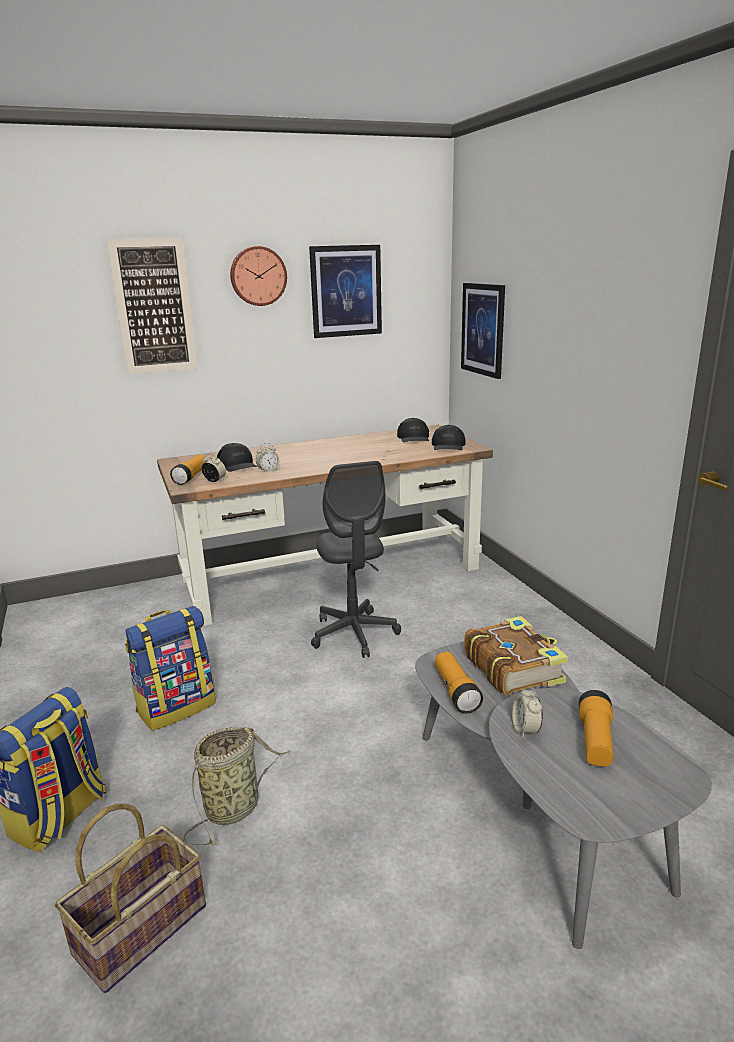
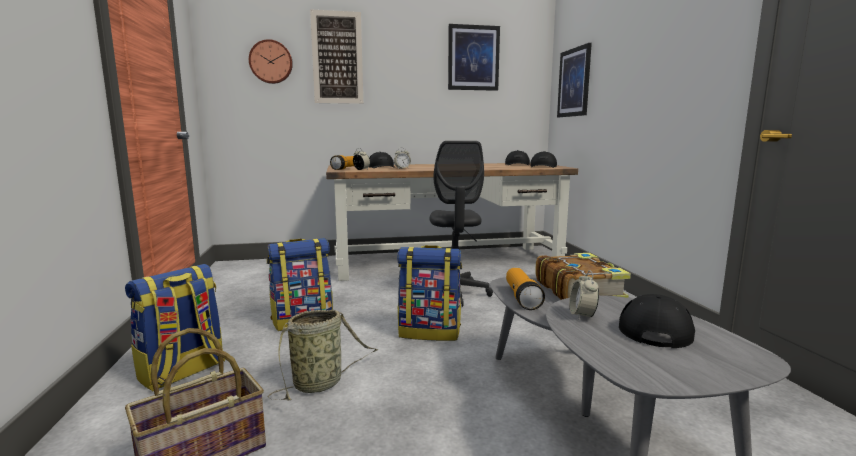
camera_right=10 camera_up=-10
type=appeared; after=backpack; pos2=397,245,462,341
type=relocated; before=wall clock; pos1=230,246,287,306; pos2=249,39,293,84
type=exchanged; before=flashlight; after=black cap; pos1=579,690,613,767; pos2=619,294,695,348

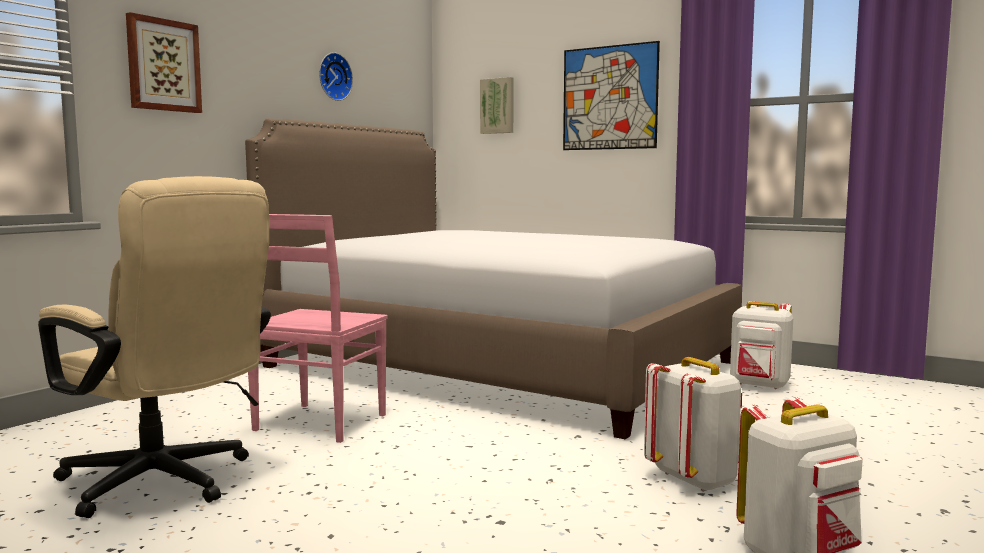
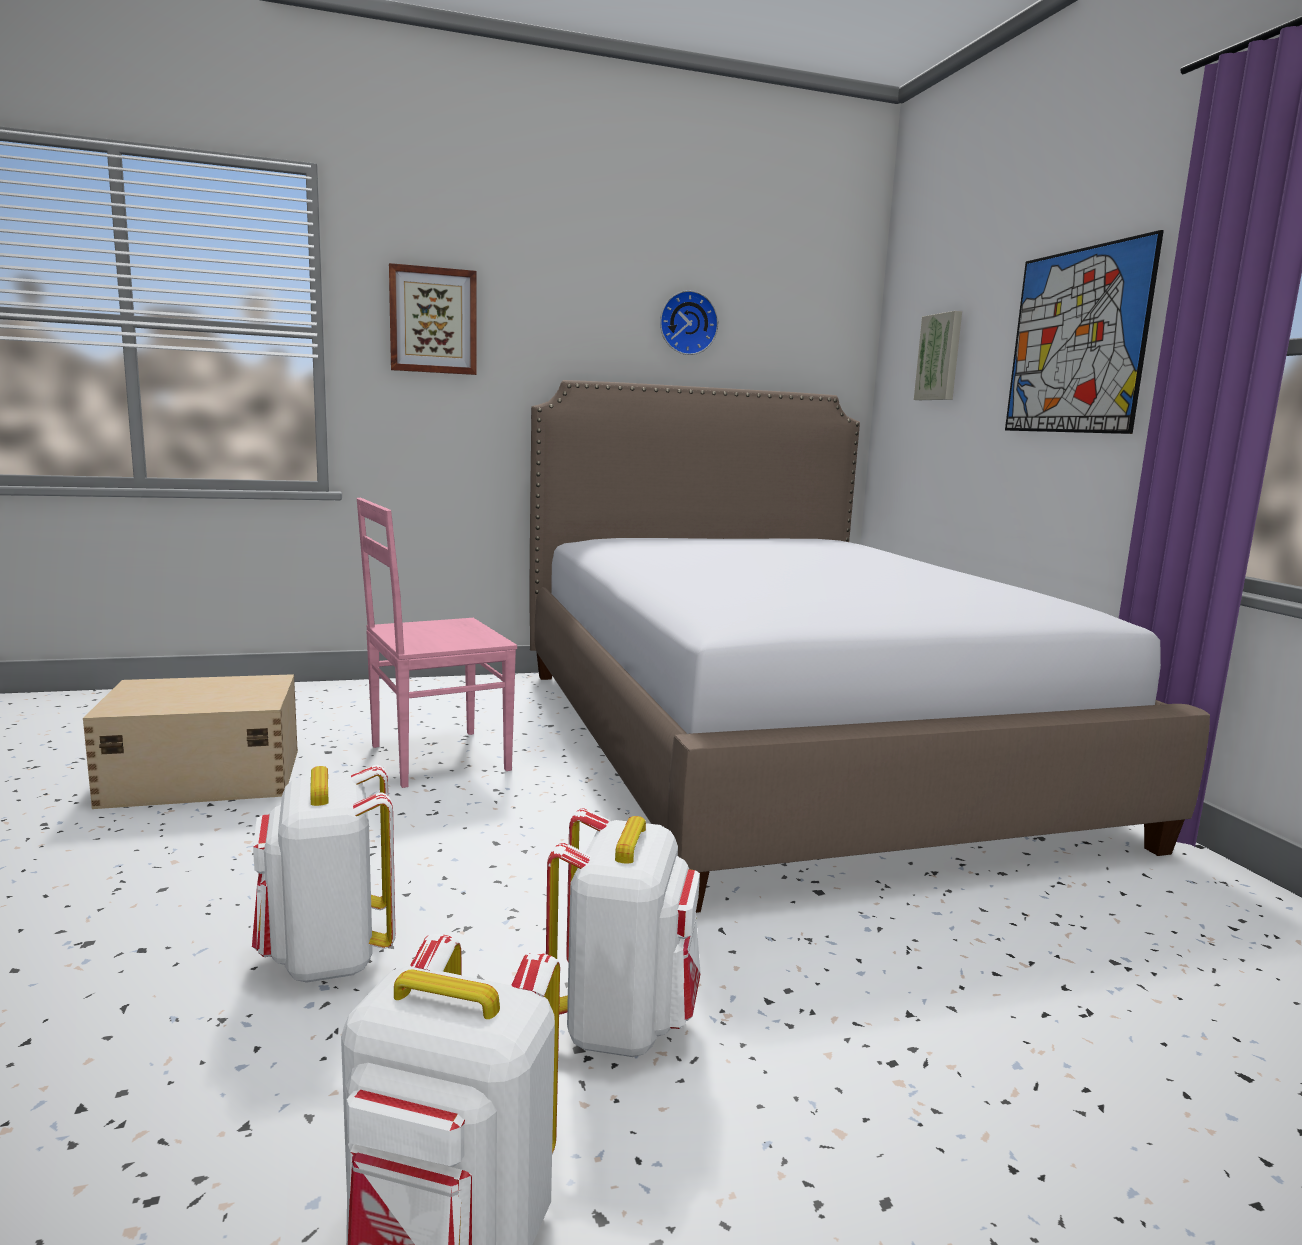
camera_right=40 camera_up=5
type=relocated; before=white backpack; pos1=730,301,793,389; pos2=252,765,395,983
type=exchanged; before=beige office chair; after=beige storage box; pos1=38,176,271,518; pos2=83,674,298,809

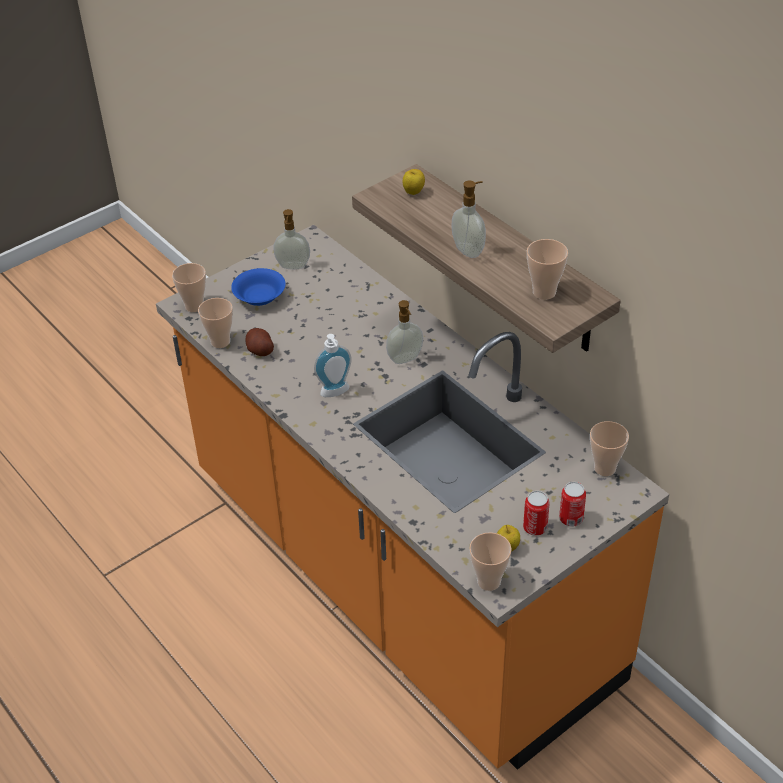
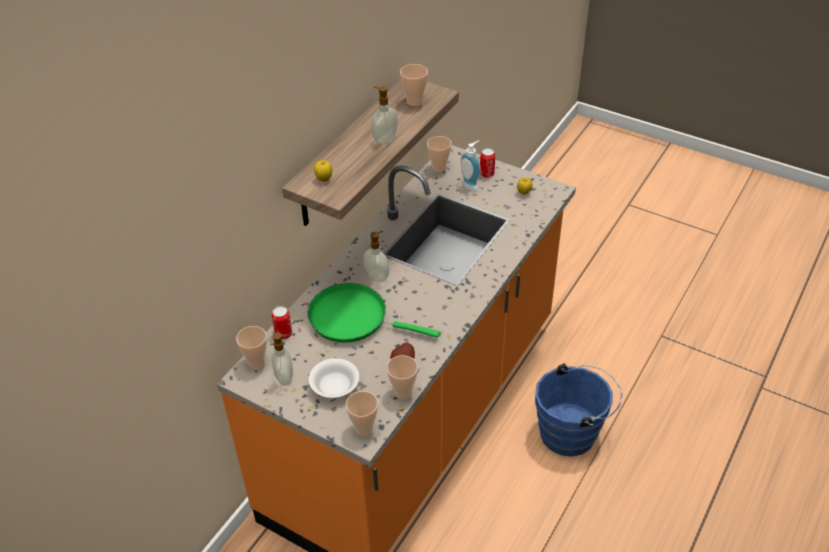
camera_right=-110 camera_up=0
type=appeared; after=green frying pan; pos2=308,283,440,343
type=appeared; after=blue bucket; pos2=535,363,622,457
type=relocated; before=soap dispenser; pos1=314,334,352,397; pos2=460,140,481,192
type=relocated; before=cup; pos1=469,532,512,591; pos2=236,326,267,369
type=relocated; before=can; pos1=523,491,549,536; pos2=271,306,292,339
type=colour; before=blue bowl; after=white bowl; pos1=231,268,286,306; pos2=309,358,359,398

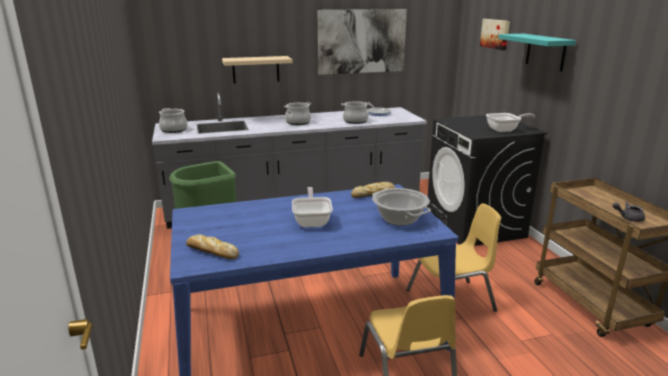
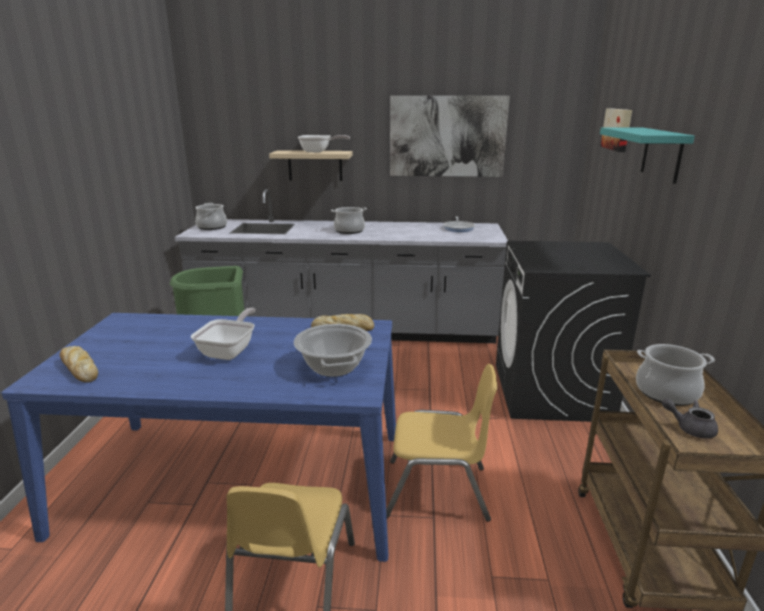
camera_right=20 camera_up=0
type=relocated; before=cooking pot; pos1=341,101,371,124; pos2=636,344,715,406
type=relocated; before=frying pan; pos1=486,113,535,132; pos2=298,135,350,152

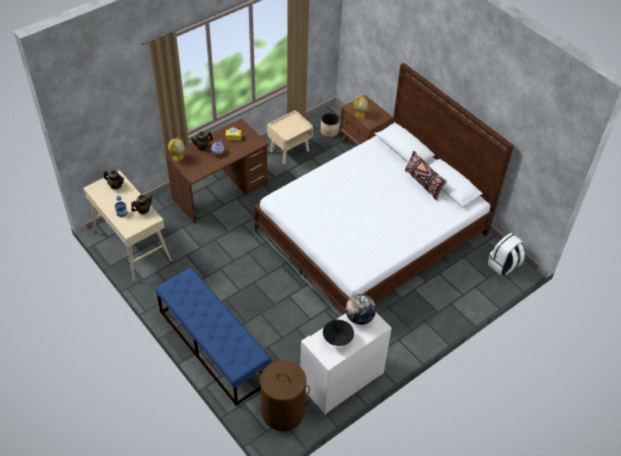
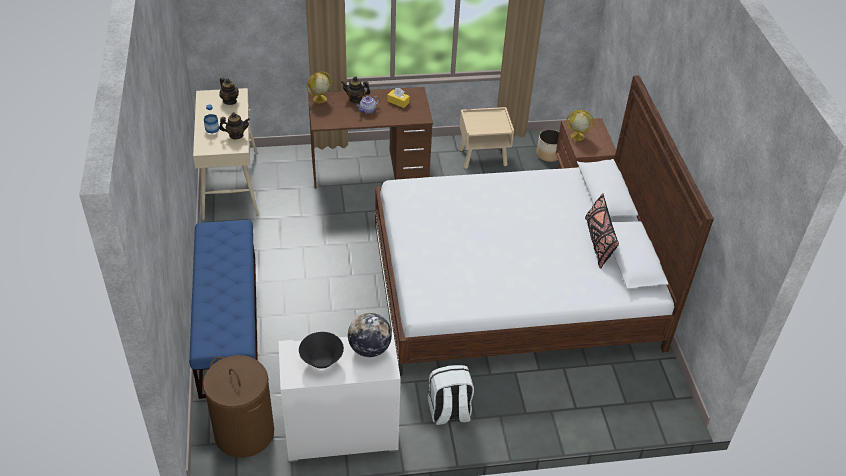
camera_right=30 camera_up=-5
type=relocated; before=white backpack; pos1=488,233,525,276; pos2=428,365,474,425

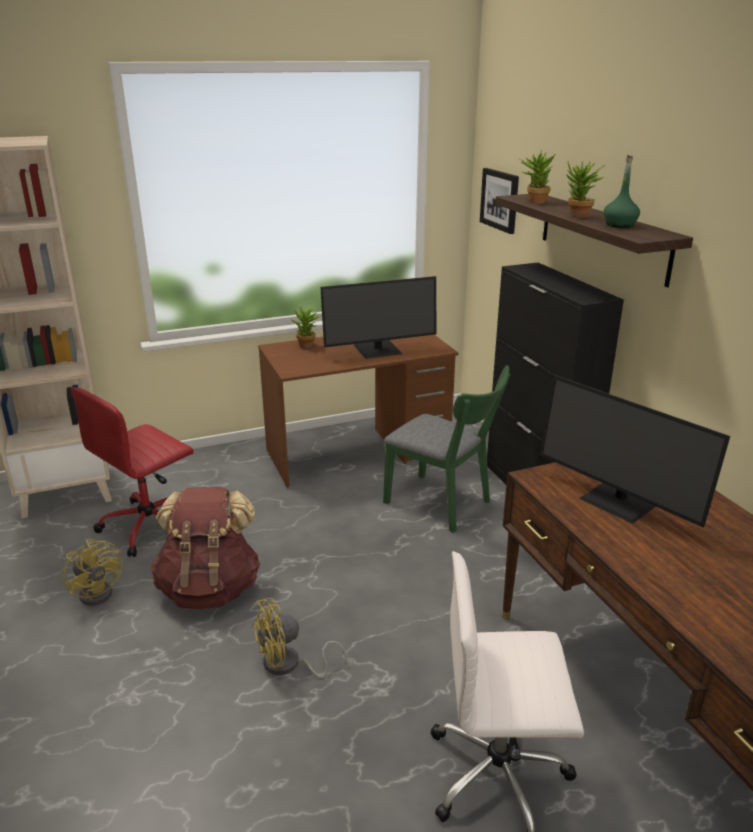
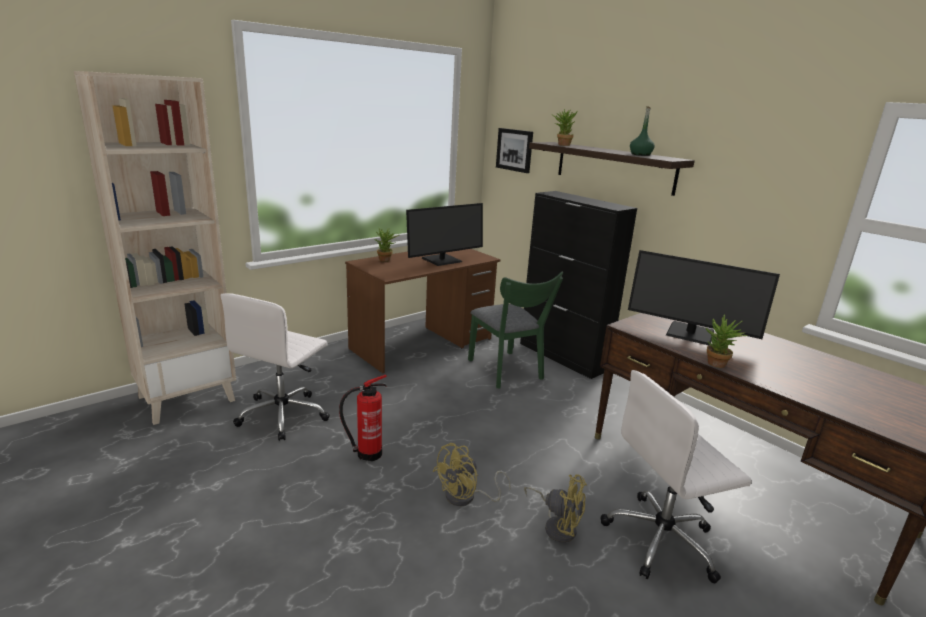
camera_right=-20 camera_up=-5
type=relocated; before=yellow fan; pos1=63,539,123,606; pos2=524,474,587,543
type=relocated; before=potted plant; pos1=566,161,605,218; pos2=706,314,748,368
type=exchanged; before=brown backpack; after=fire extinguisher; pos1=150,487,261,609; pos2=339,375,387,461
type=colour; before=red office chair; after=white office chair; pos1=70,387,194,557; pos2=221,293,330,441
type=spun; before=green chair; pos1=383,365,510,533; pos2=468,271,563,388; turn=45

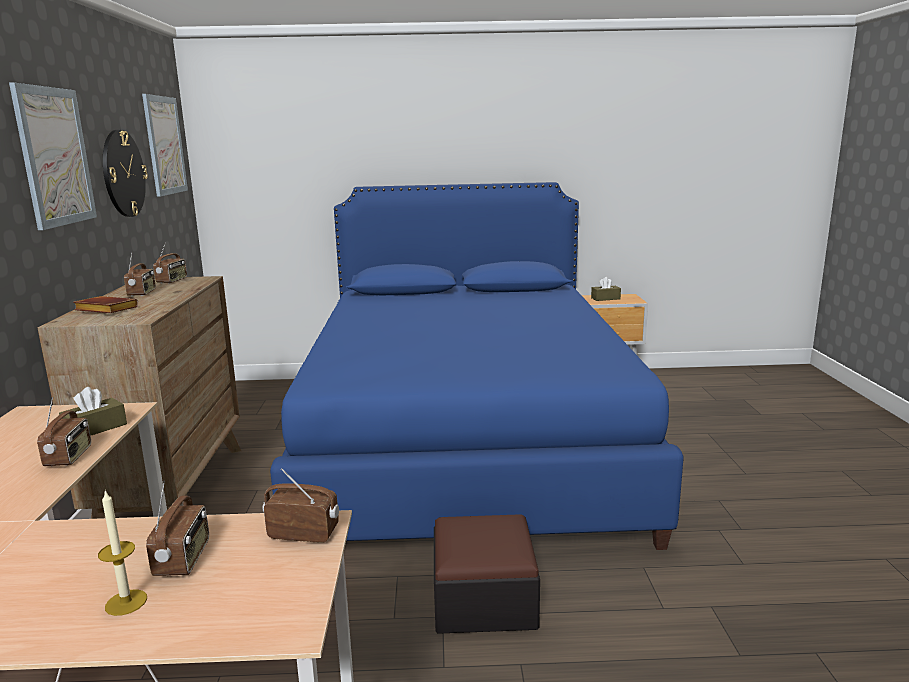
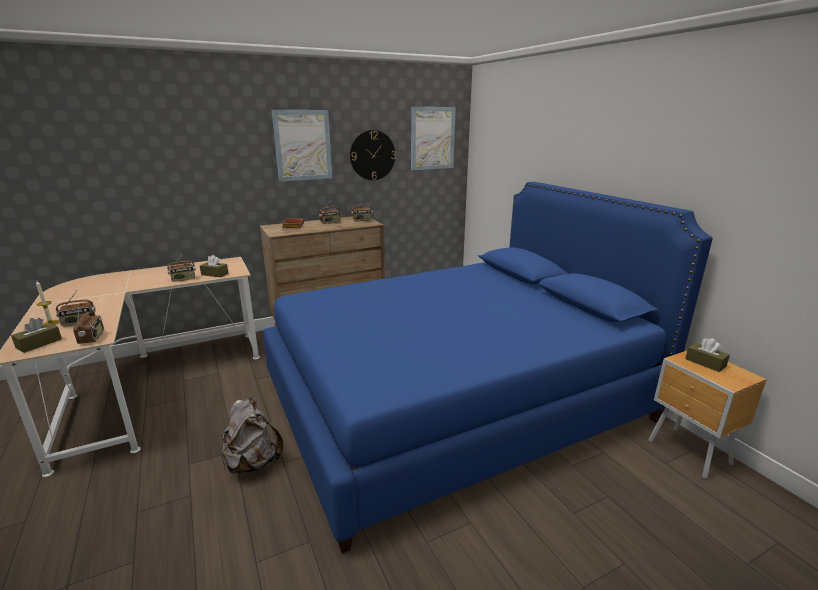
camera_right=65 camera_up=5
type=appeared; after=brown tissue box; pos2=11,318,62,353
type=exchanged; before=ottoman; after=grey backpack; pos1=434,514,540,634; pos2=221,398,284,474

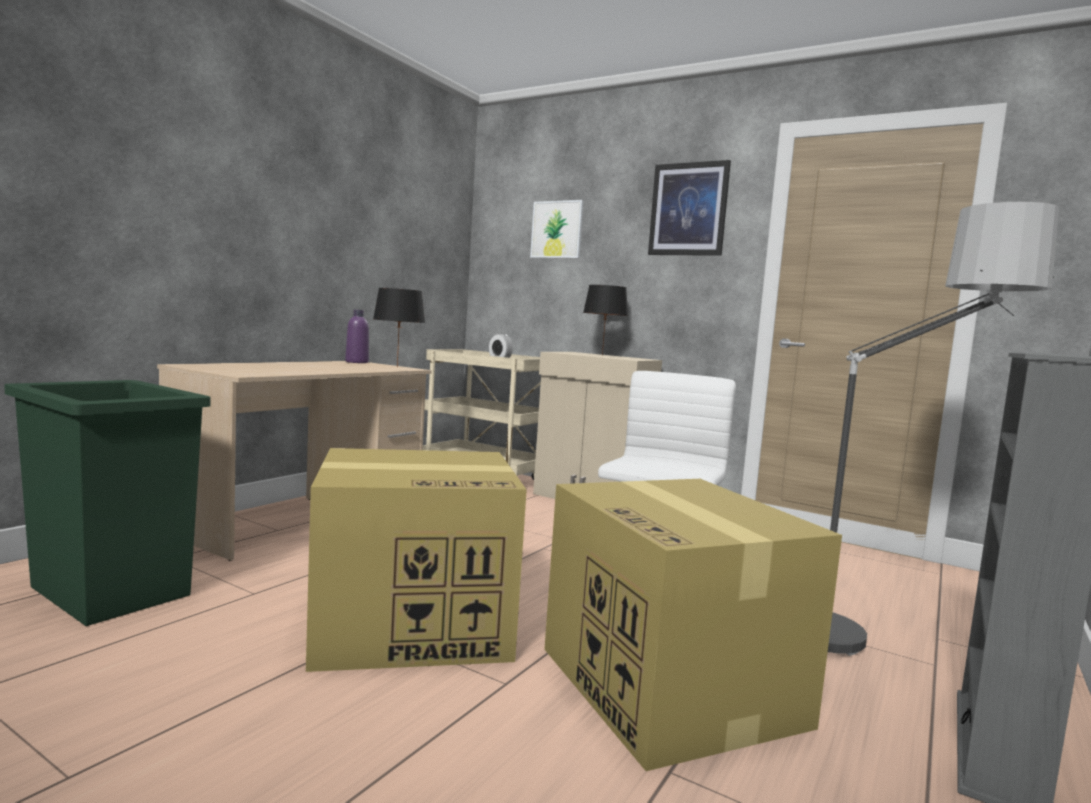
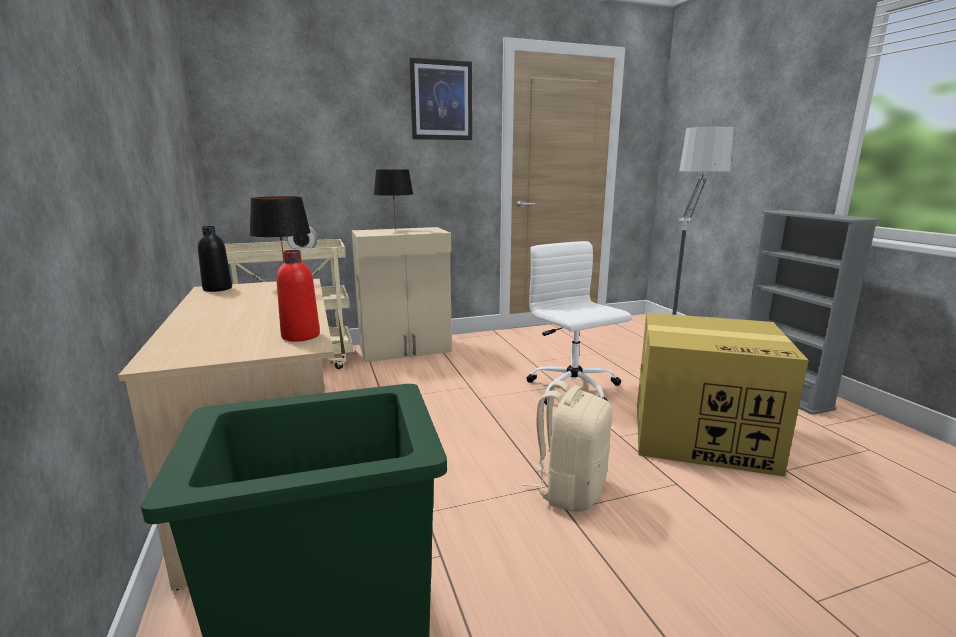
camera_right=-50 camera_up=10
type=missing; before=picture; pos1=530,200,584,258
type=appeared; after=red bottle; pos2=277,250,320,342
type=exchanged; before=cardboard box; after=beige backpack; pos1=306,448,527,672; pos2=522,381,612,512
type=colour; before=purple bottle; after=black bottle; pos1=345,310,369,363; pos2=197,226,232,292

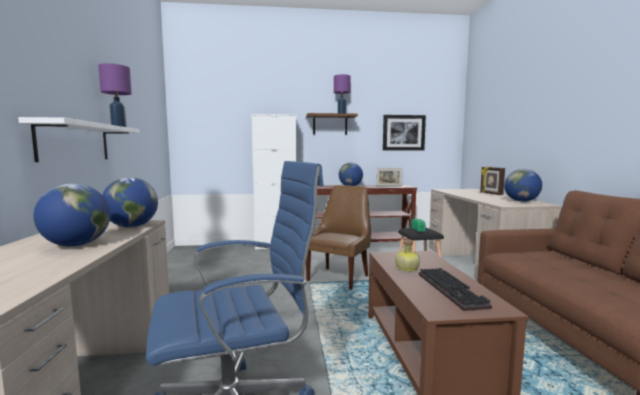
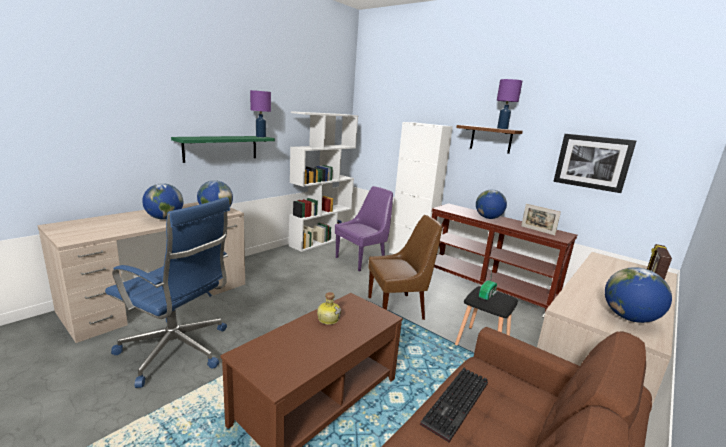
camera_right=45 camera_up=10
type=appeared; after=white bookcase; pos2=289,111,358,252
type=appeared; after=purple chair; pos2=335,186,393,271
type=relocated; before=keyboard; pos1=419,268,492,311; pos2=420,368,488,443
type=colour; before=white shelf; after=green shelf; pos1=18,117,139,162; pos2=171,136,275,163

